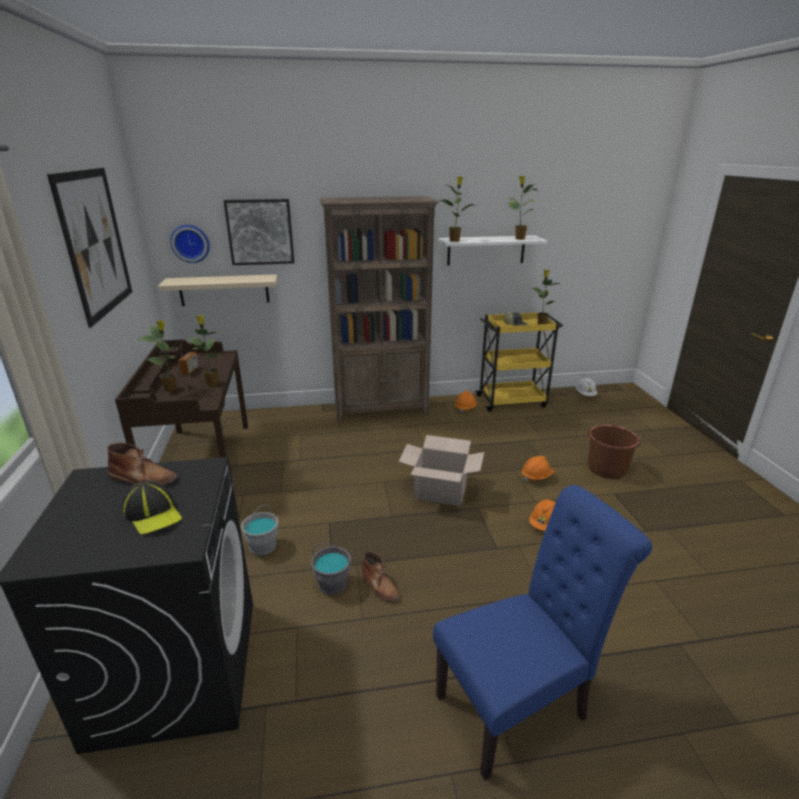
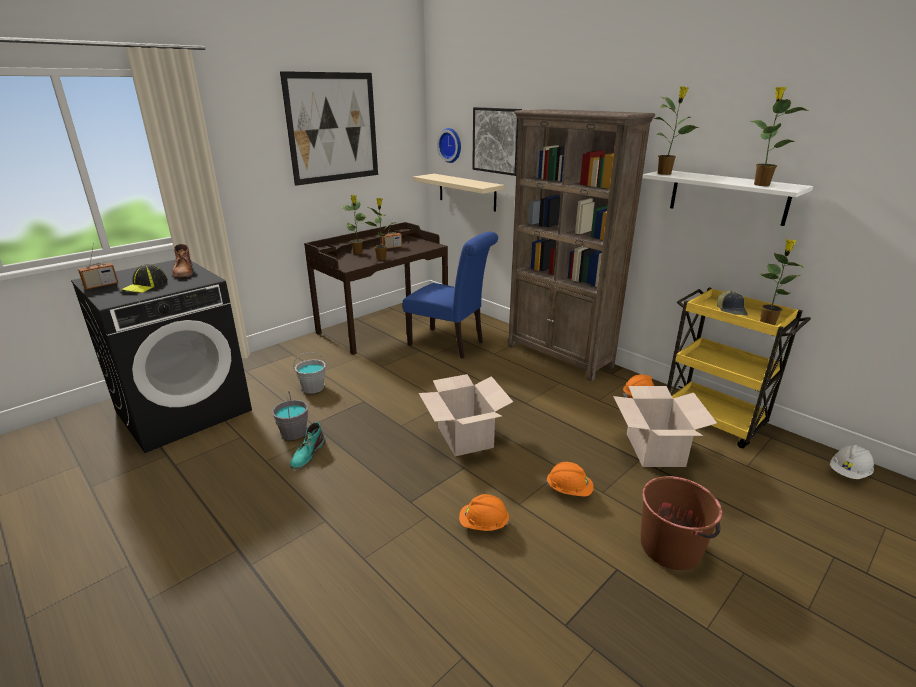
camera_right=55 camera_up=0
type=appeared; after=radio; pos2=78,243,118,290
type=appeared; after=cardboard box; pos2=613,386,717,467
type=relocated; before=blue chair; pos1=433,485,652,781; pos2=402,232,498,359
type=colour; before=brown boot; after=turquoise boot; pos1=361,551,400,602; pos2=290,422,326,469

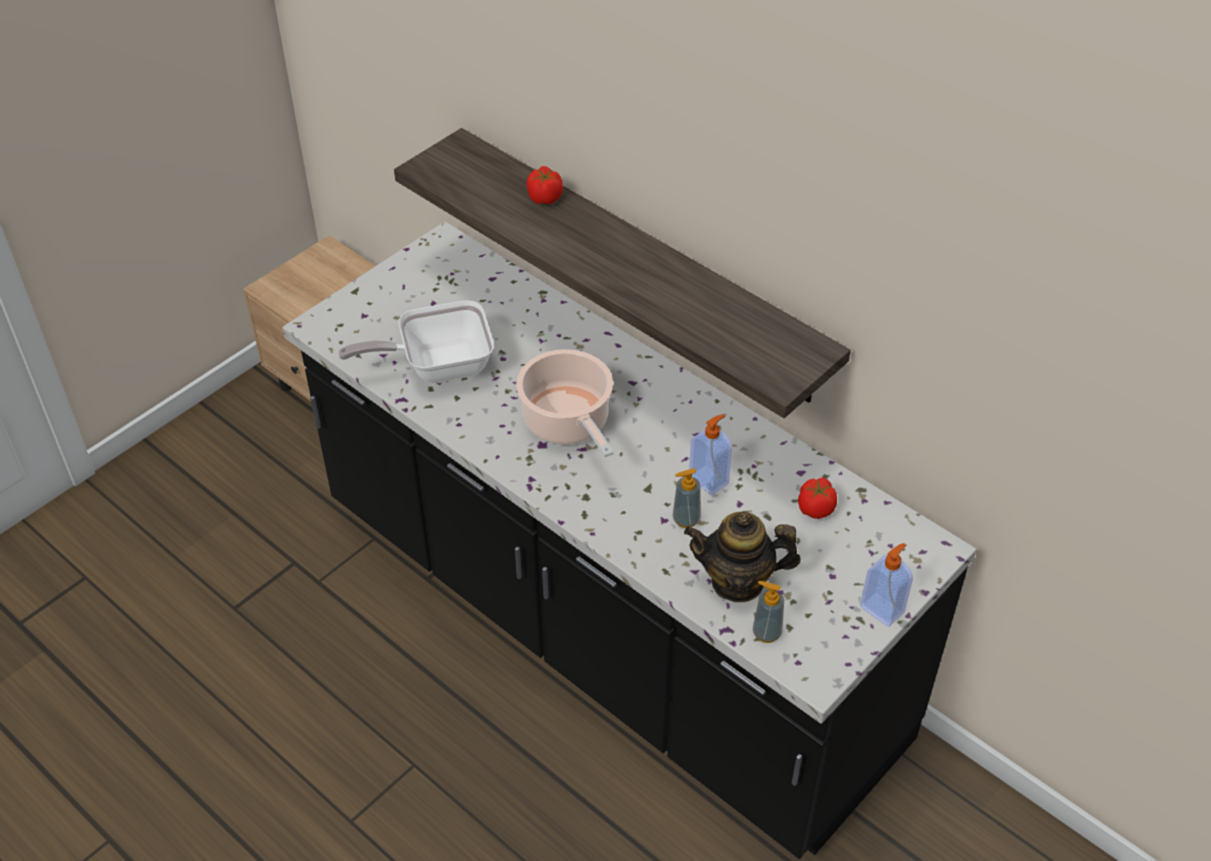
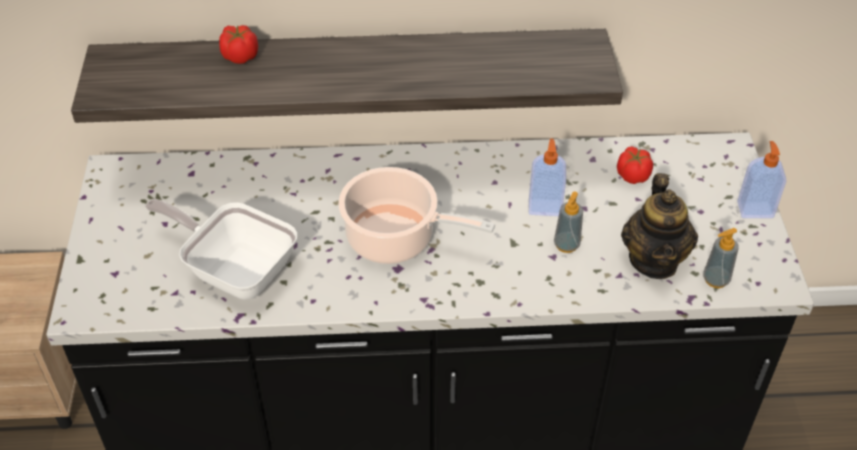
camera_right=-45 camera_up=0
type=spun; before=frying pan; pos1=338,300,494,383; pos2=145,199,297,300; turn=90
type=spun; before=teapot; pos1=684,512,801,602; pos2=621,173,698,279; turn=-45

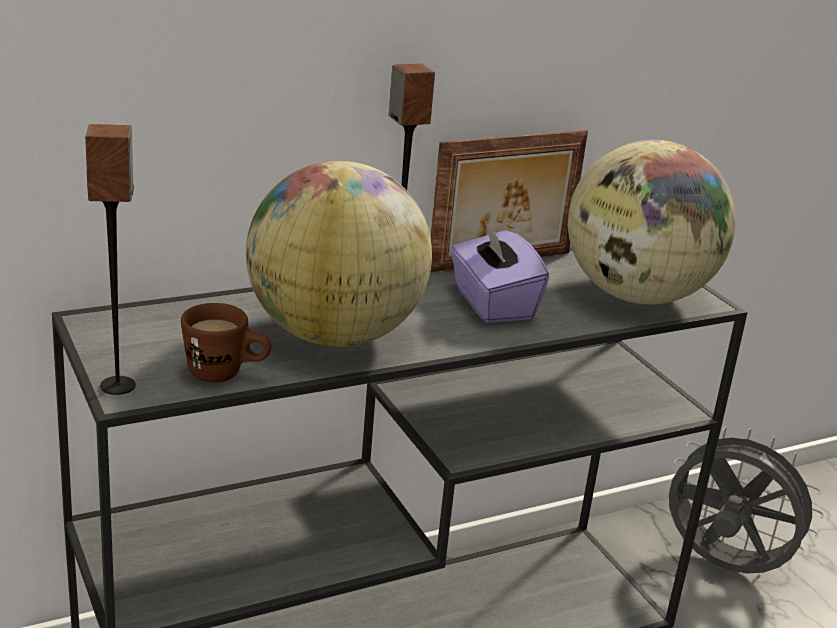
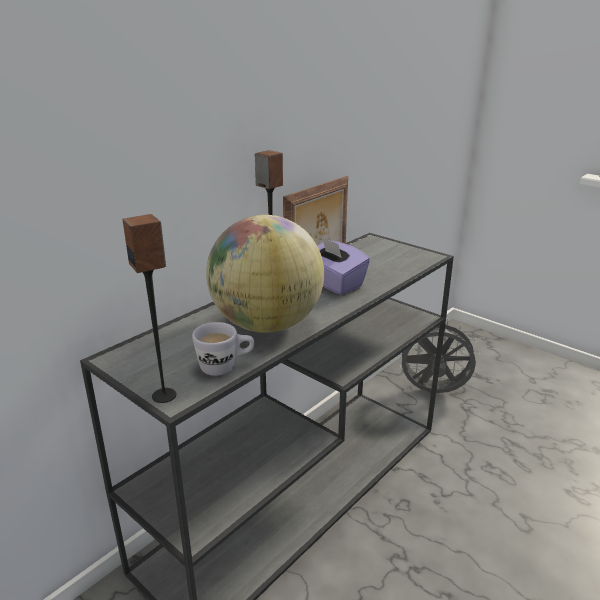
camera_right=-20 camera_up=0
type=missing; before=globe; pos1=568,140,736,305
type=colour; before=brown mug; after=white mug; pos1=181,303,272,382; pos2=192,322,254,376

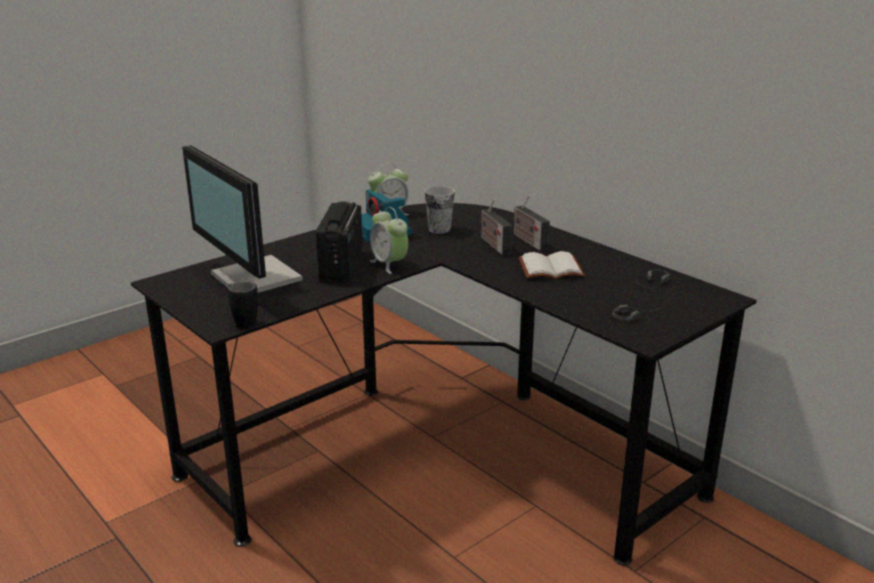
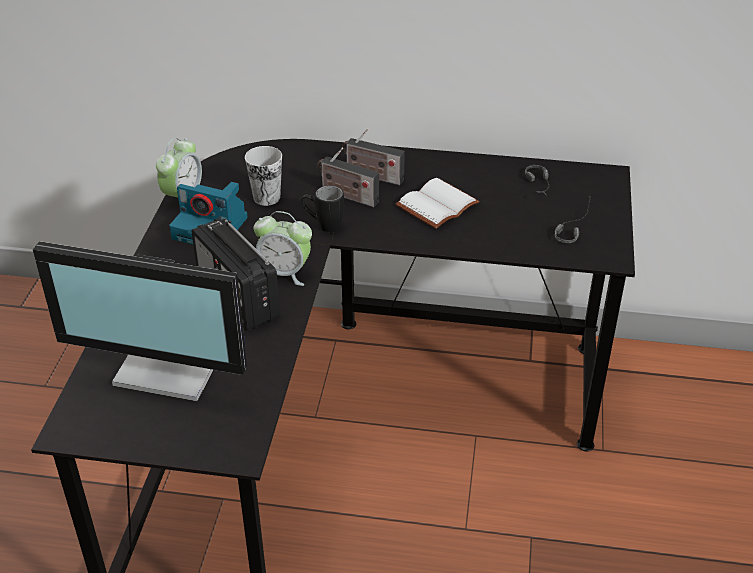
camera_right=-40 camera_up=15
type=relocated; before=black mug; pos1=228,281,258,328; pos2=301,185,344,233

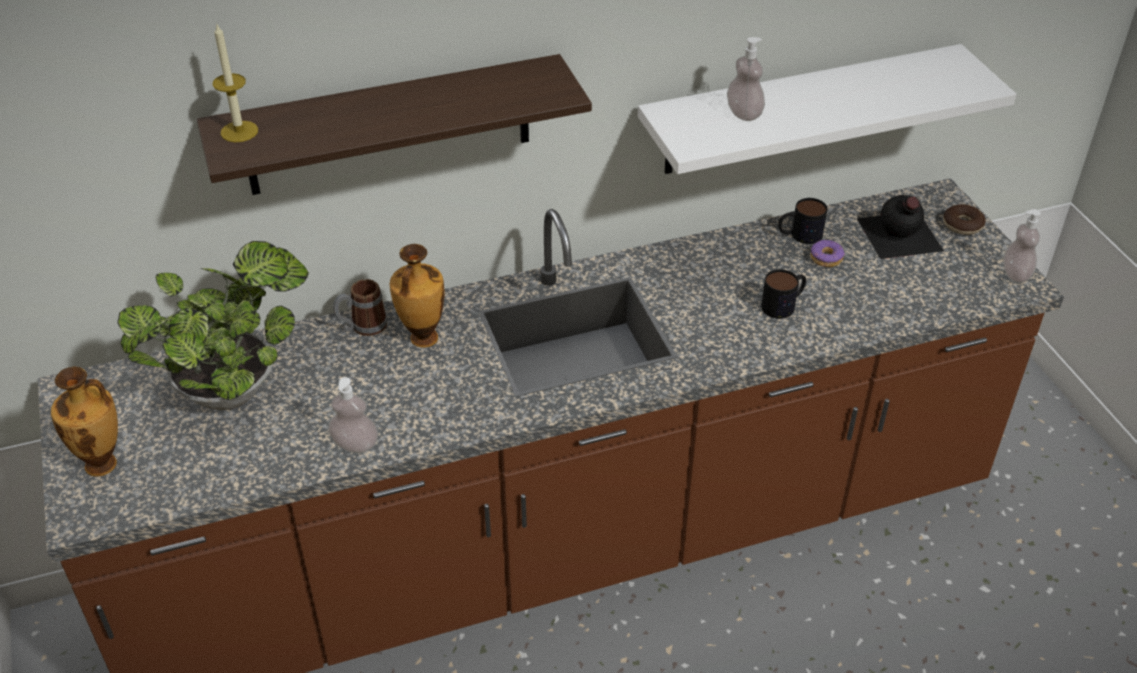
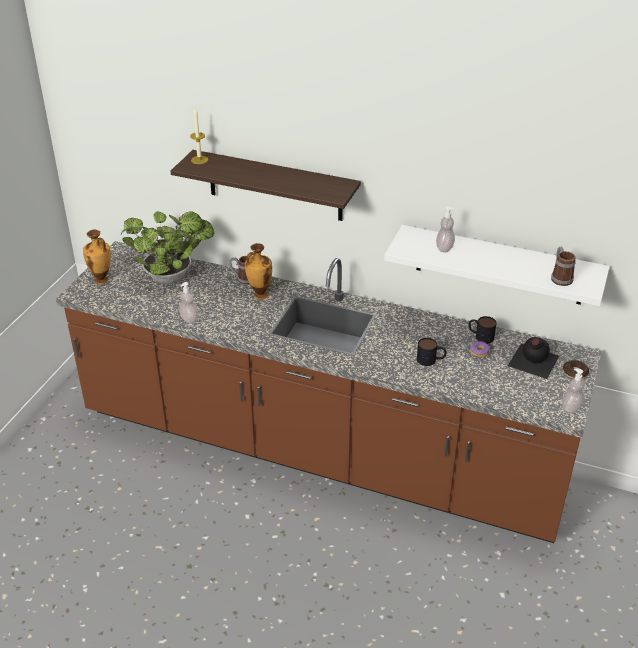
camera_right=40 camera_up=-5
type=appeared; after=mug; pos2=551,247,576,286

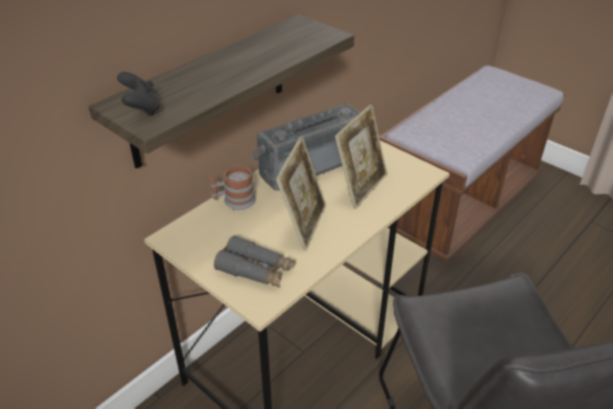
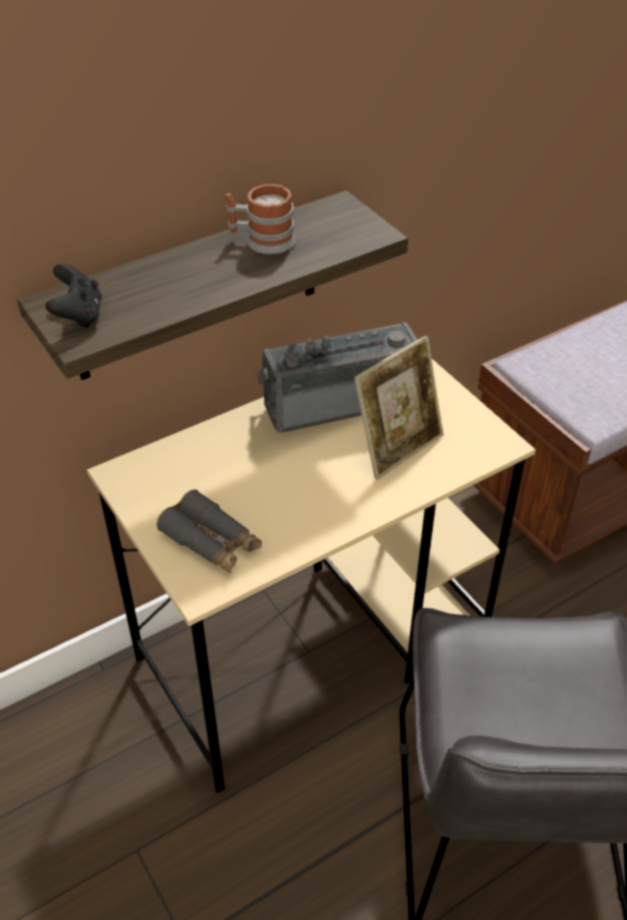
camera_right=15 camera_up=5
type=missing; before=picture frame; pos1=276,136,326,251
type=relocated; before=mug; pos1=209,166,256,210; pos2=226,184,296,254

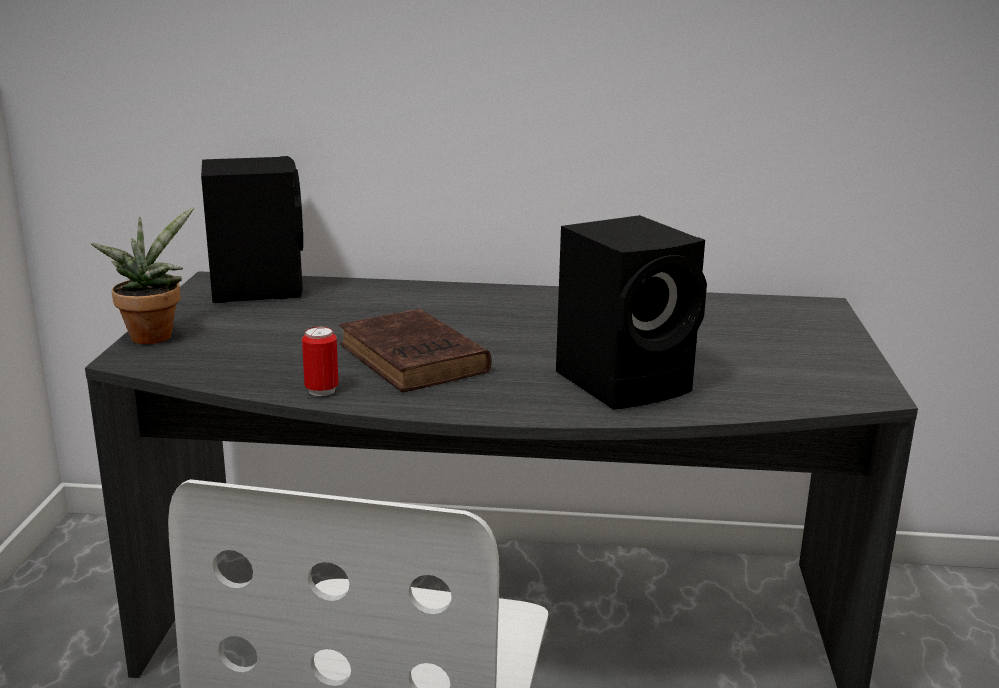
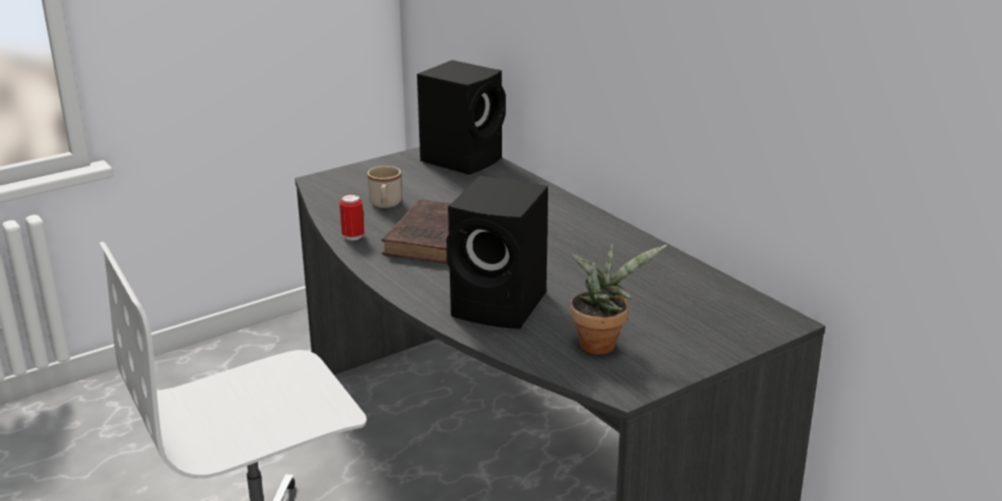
camera_right=50 camera_up=5
type=appeared; after=beige mug; pos2=367,166,402,208
type=relocated; before=potted plant; pos1=91,207,194,344; pos2=570,243,667,354

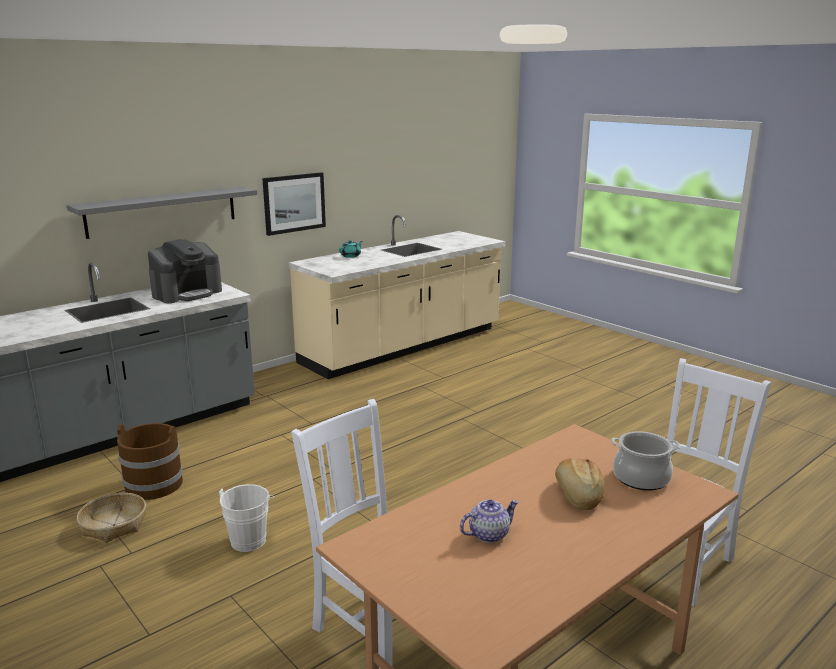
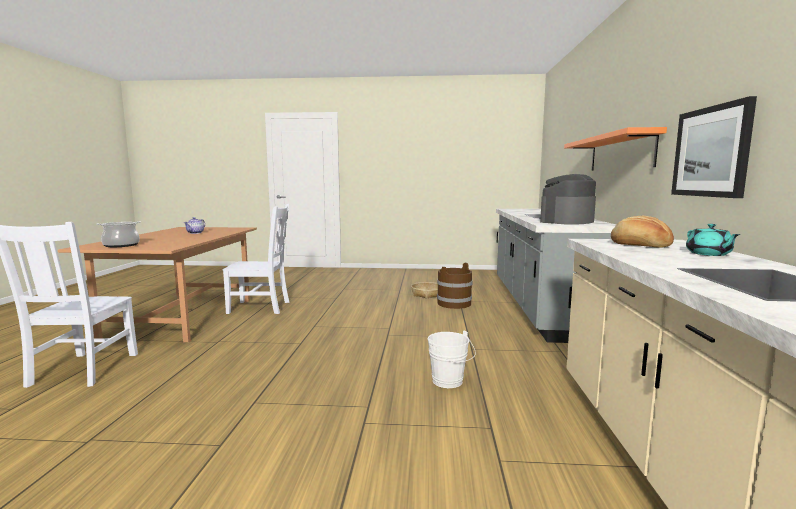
camera_right=135 camera_up=-10
type=relocated; before=white bucket; pos1=219,484,275,552; pos2=427,331,476,388
type=relocated; before=bread; pos1=555,458,605,510; pos2=611,216,674,248
type=colour; before=grey shelf; after=orange shelf; pos1=67,187,257,239; pos2=564,127,667,171
type=spun; before=coffee machine; pos1=148,239,222,303; pos2=540,174,596,225; turn=45

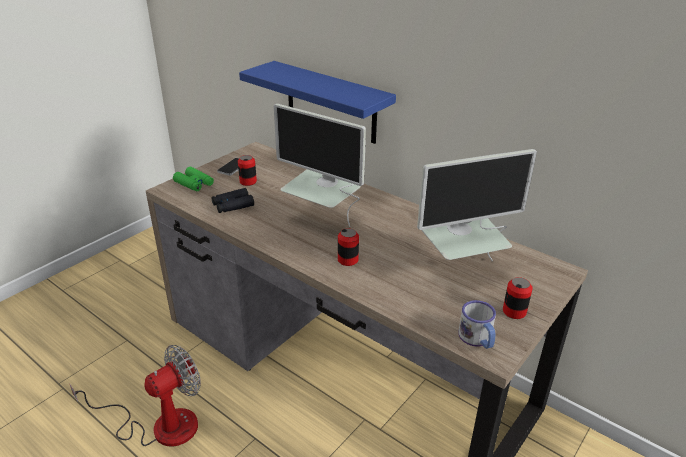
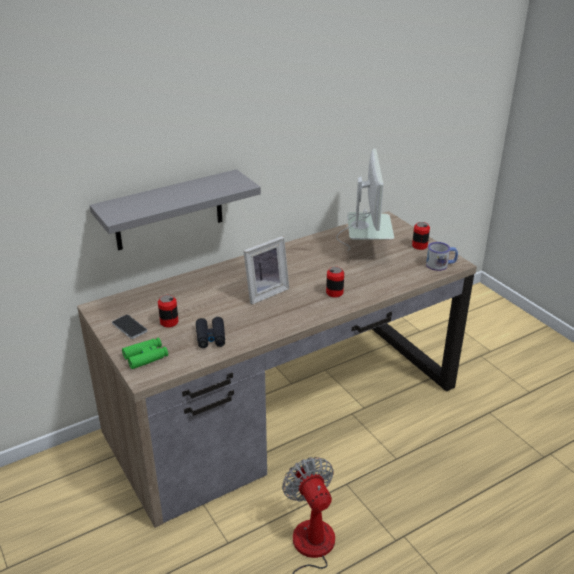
camera_right=-70 camera_up=0
type=exchanged; before=monitor; after=picture frame; pos1=274,104,366,227; pos2=243,236,289,304
type=colour; before=blue shelf; after=grey shelf; pos1=239,61,396,144; pos2=90,169,261,250

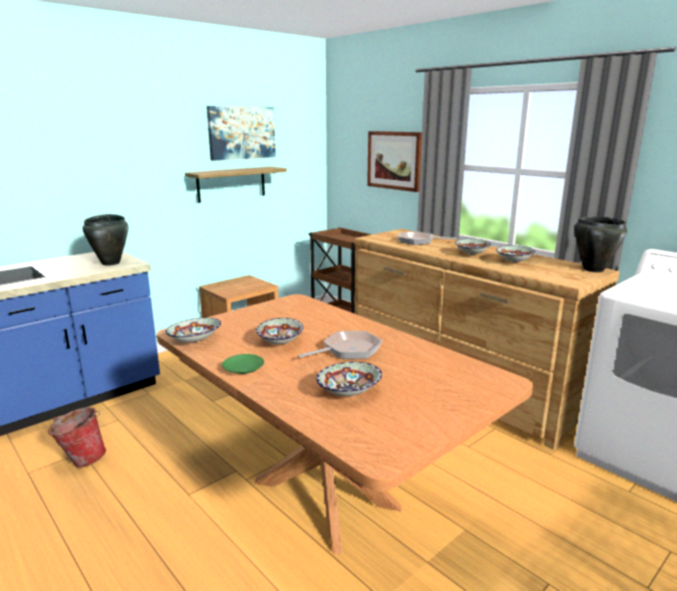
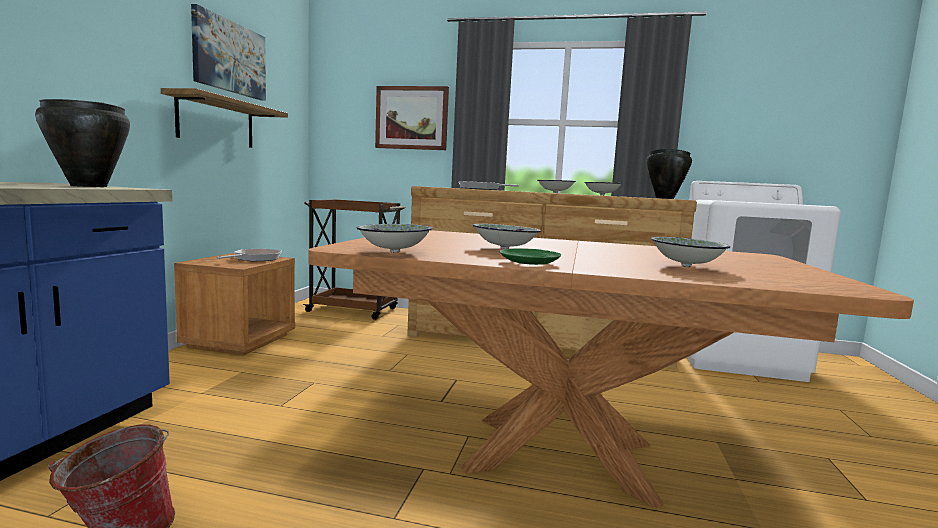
camera_right=-35 camera_up=-10
type=relocated; before=frying pan; pos1=298,331,382,359; pos2=216,249,282,261

